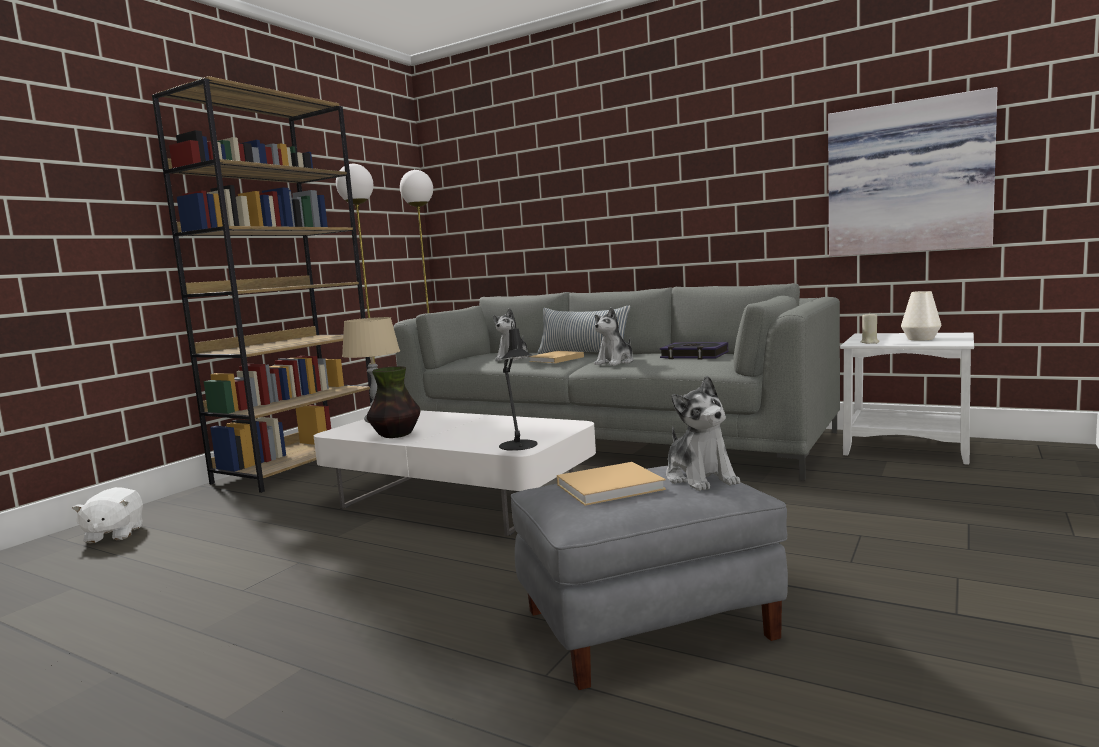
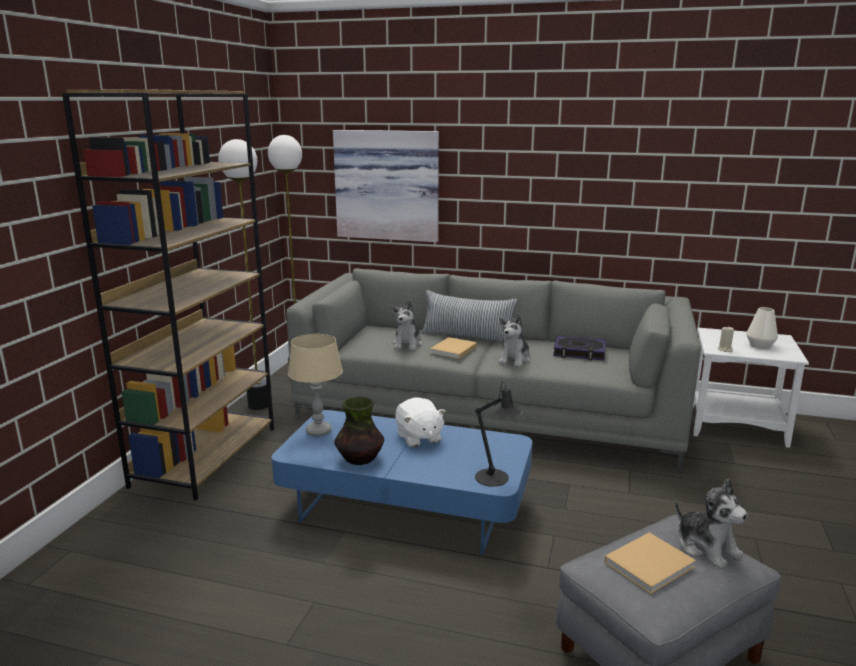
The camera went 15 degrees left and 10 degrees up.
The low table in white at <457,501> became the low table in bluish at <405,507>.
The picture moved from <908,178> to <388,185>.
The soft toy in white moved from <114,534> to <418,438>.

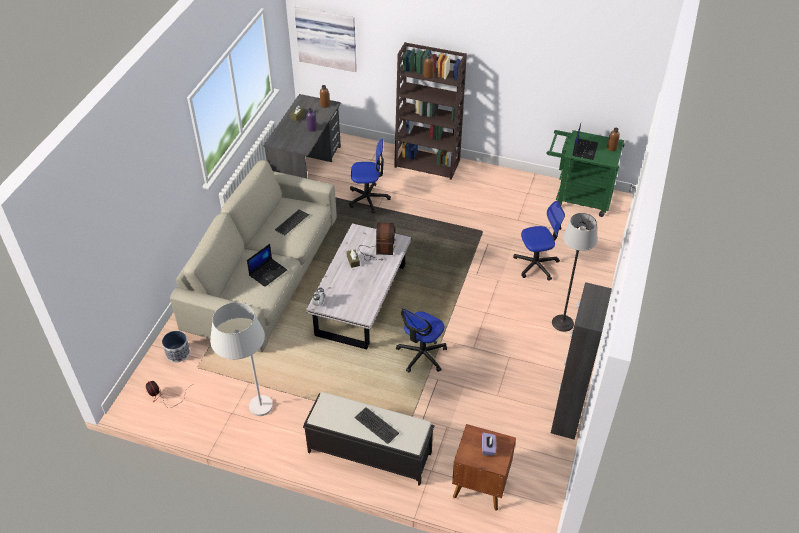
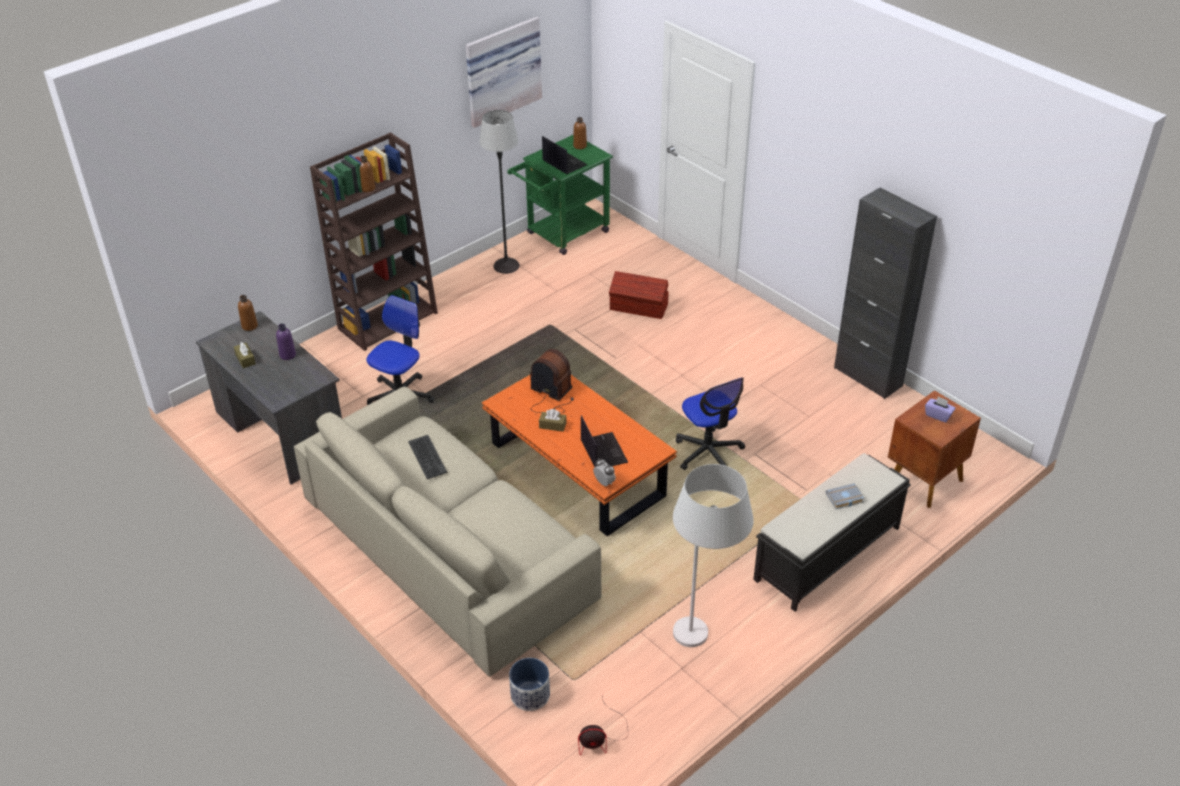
The camera went 60 degrees left and 5 degrees down.
The picture moved from <327,38> to <501,70>.
The standard lamp moved from <563,323> to <506,265>.
The low table in white at <362,299> became the low table in orange-coloured at <577,469>.
The portable computer moved from <268,272> to <603,451>.
The computer chair at <536,264> was replaced by the storage bin in brown-coloured at <639,307>.
The computer keyboard at <376,425> was replaced by the book in greyish at <844,499>.

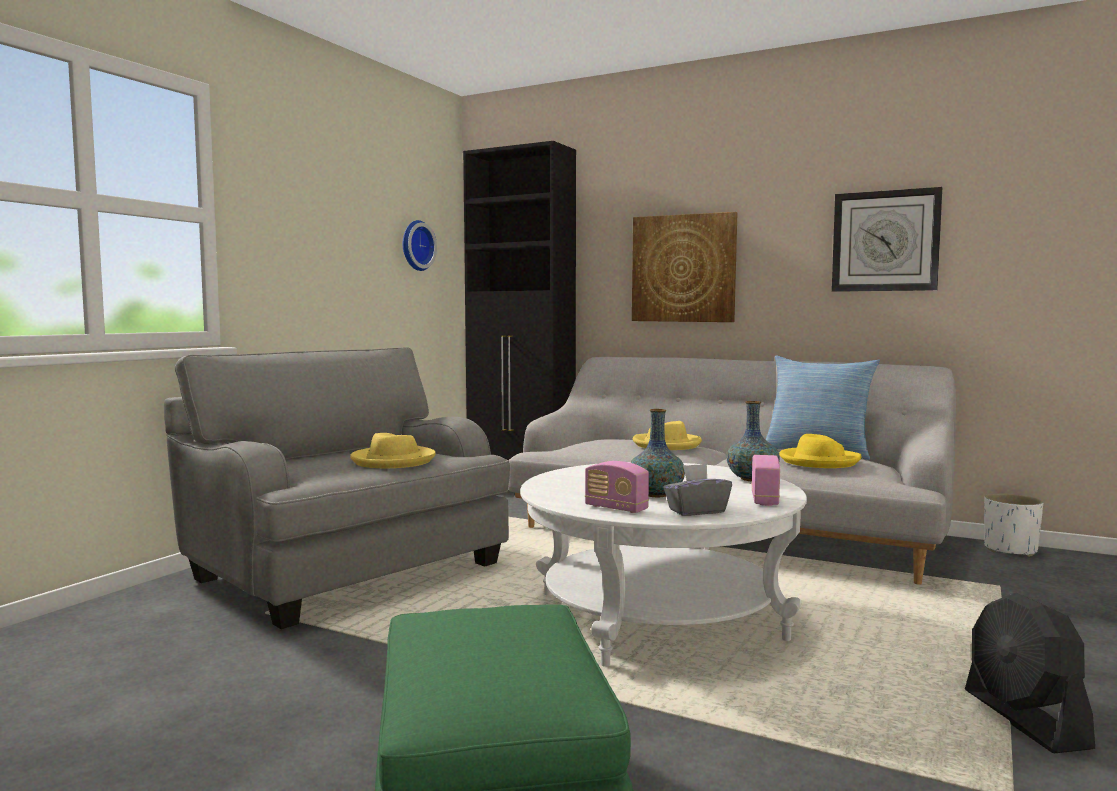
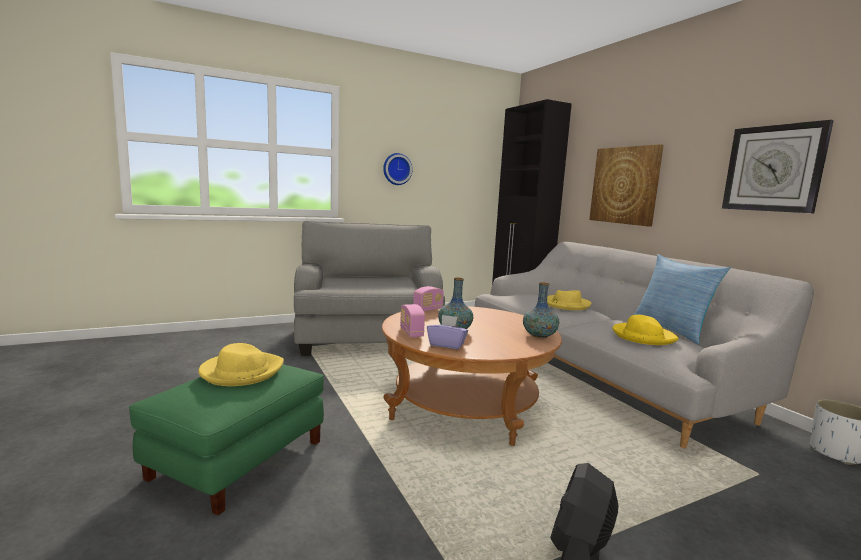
The camera went 35 degrees right and 5 degrees up.
The hat in yellow-coloured moved from <393,461> to <241,371>.
The low table in white at <658,617> became the low table in brown-coloured at <465,406>.
The clock on the wall moved from <415,245> to <396,169>.
The radio receiver moved from <765,500> to <428,310>.
The tissue holder in greyish at <696,511> became the tissue holder in purple-coloured at <447,344>.

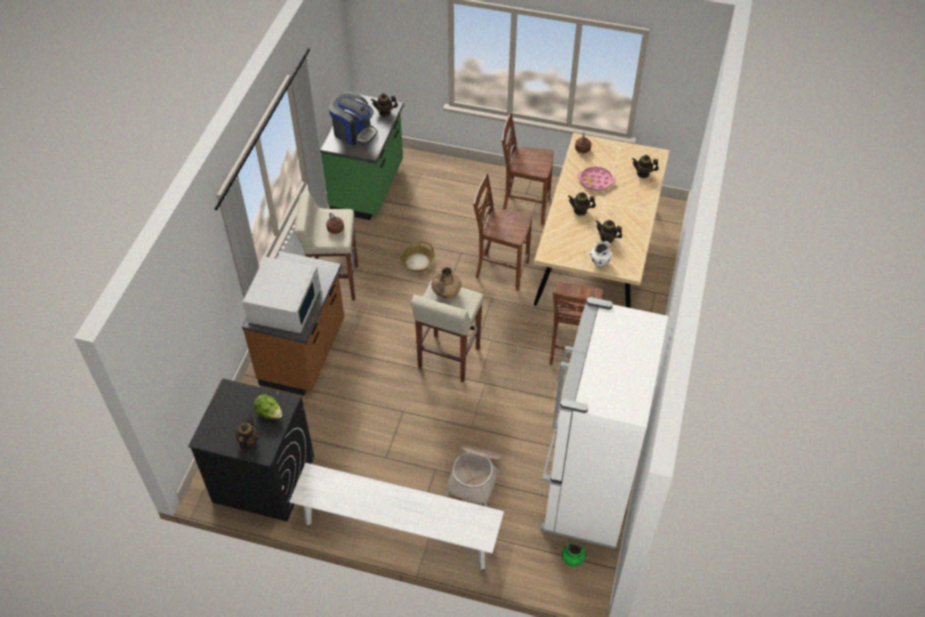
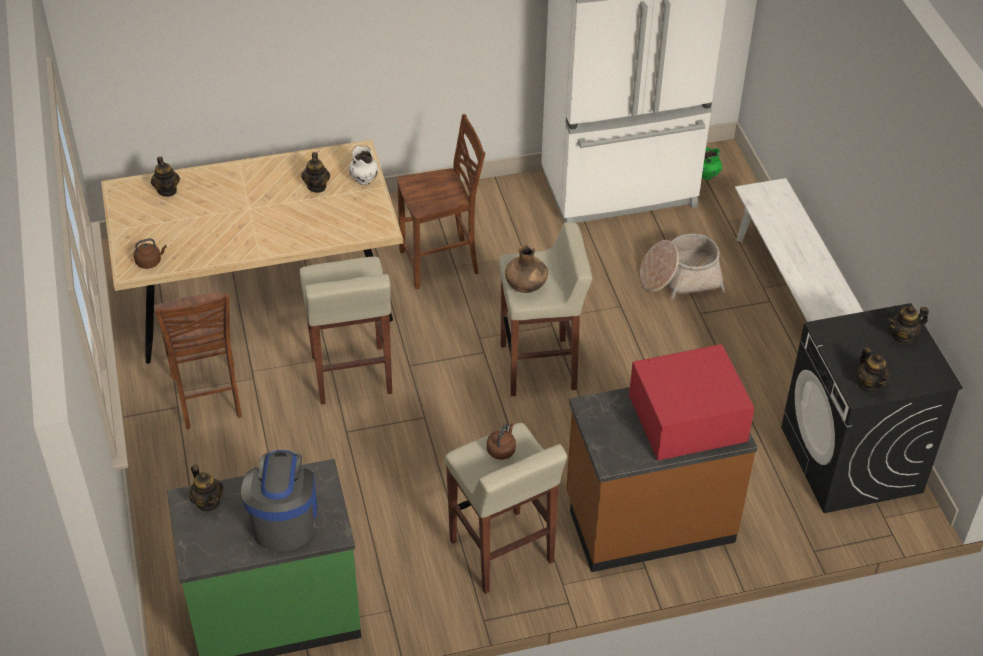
The camera went 120 degrees left and 5 degrees down.
The upright chair in brown-coloured at <500,270> was replaced by the stool in beige-coloured at <351,376>.
The microwave in white at <285,305> became the microwave in red at <686,420>.
The pot for tea moved from <580,211> to <870,384>.
The lettuce at <269,413> disappeared.
The household basket at <417,262> disappeared.
The carrying tray in pink at <596,181> disappeared.

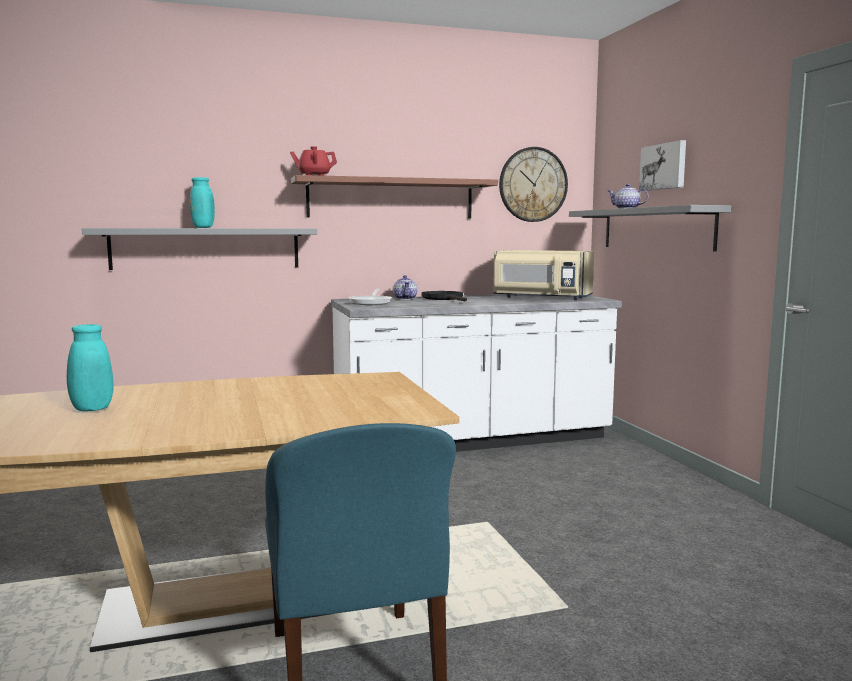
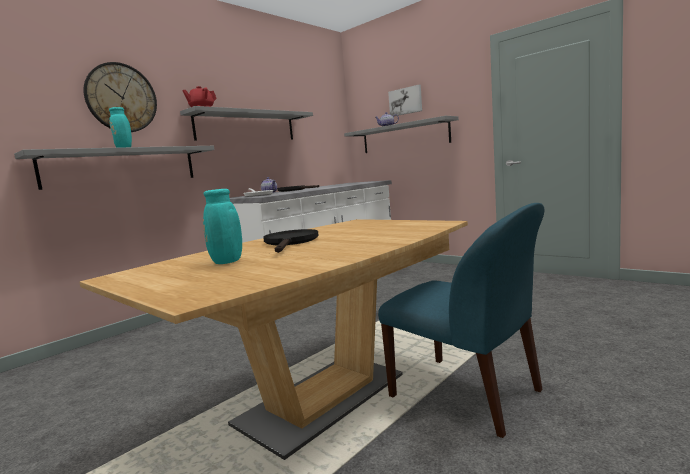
The camera went 30 degrees left and 0 degrees up.
The clock on the wall moved from <533,184> to <121,98>.
The wall shelf in brown-coloured at <391,199> became the wall shelf in greyish at <246,126>.
The pan in black at <290,242> appeared.
The microwave in beige-coloured at <540,298> disappeared.

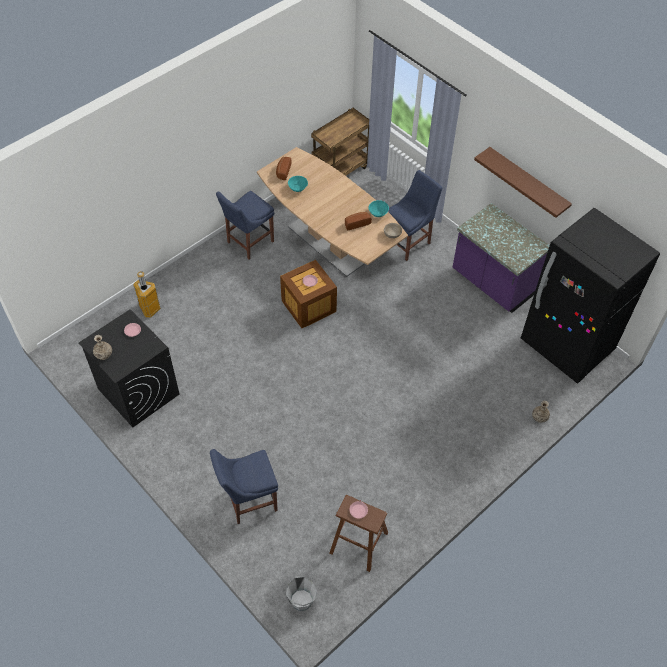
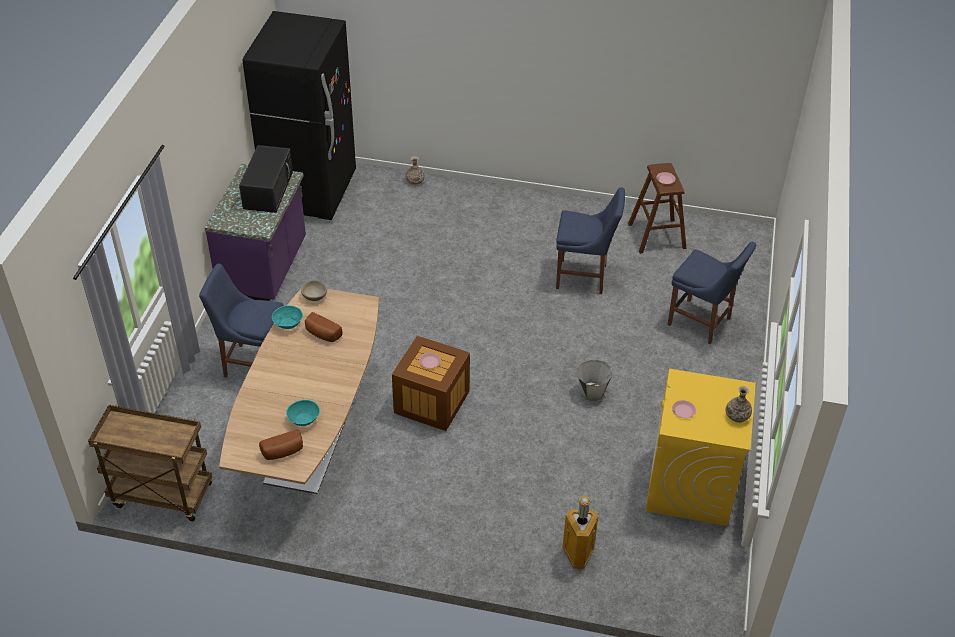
The camera went 125 degrees left and 10 degrees down.
The microwave in black at <268,189> appeared.
The upright chair in bluish moved from <248,243> to <584,277>.
The pail in greyish moved from <301,600> to <592,392>.
The laundry machine in black at <138,391> became the laundry machine in yellow-coloured at <690,485>.
The wall shelf in brown-coloured at <528,181> disappeared.

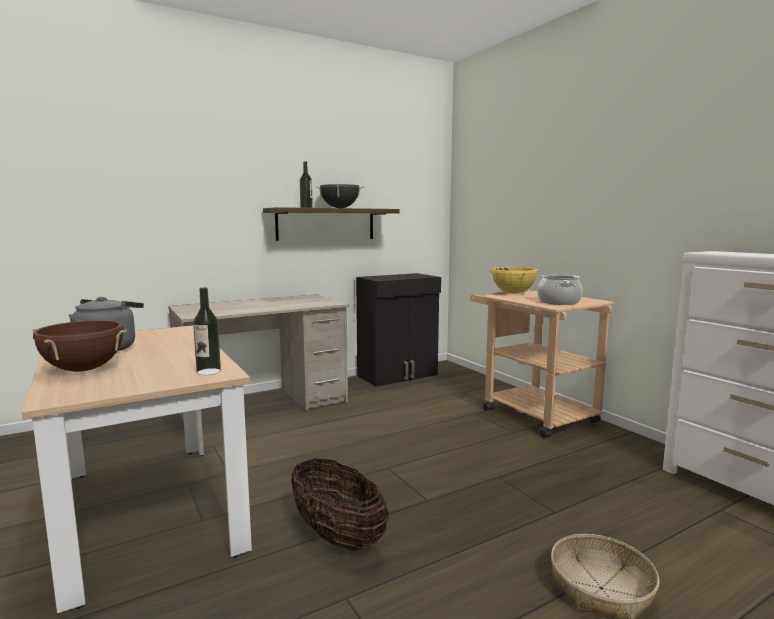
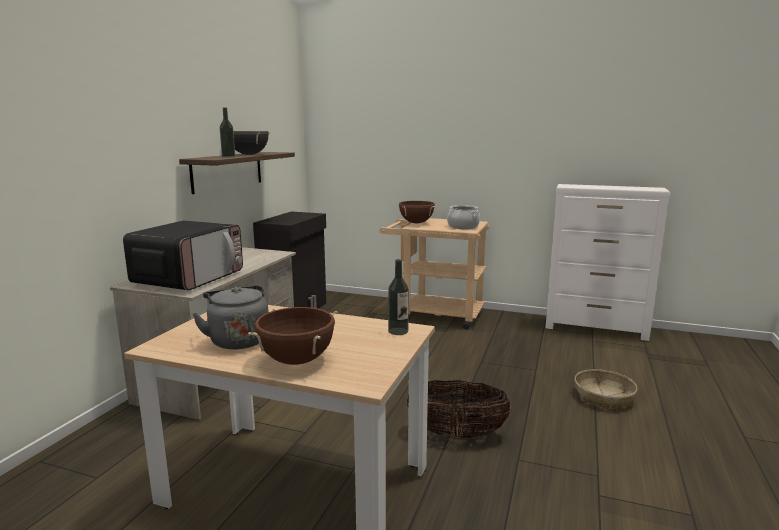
The camera went 40 degrees left and 5 degrees up.
The microwave at <189,278> appeared.
The cooking pot in yellow-coloured at <513,293> became the cooking pot in brown-coloured at <416,223>.

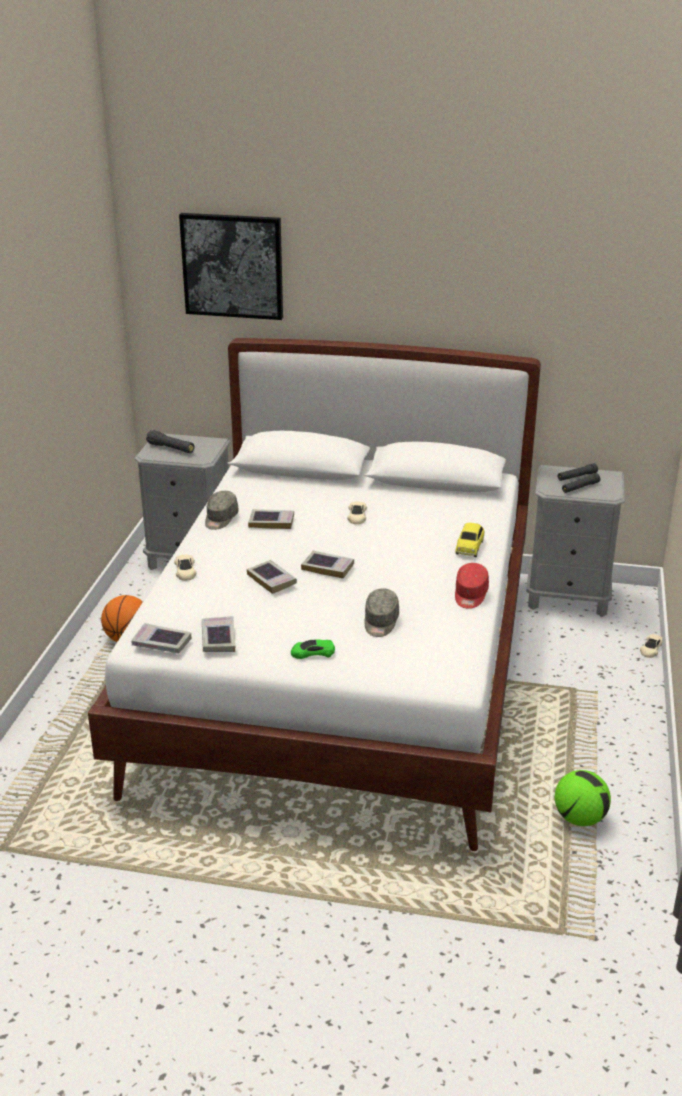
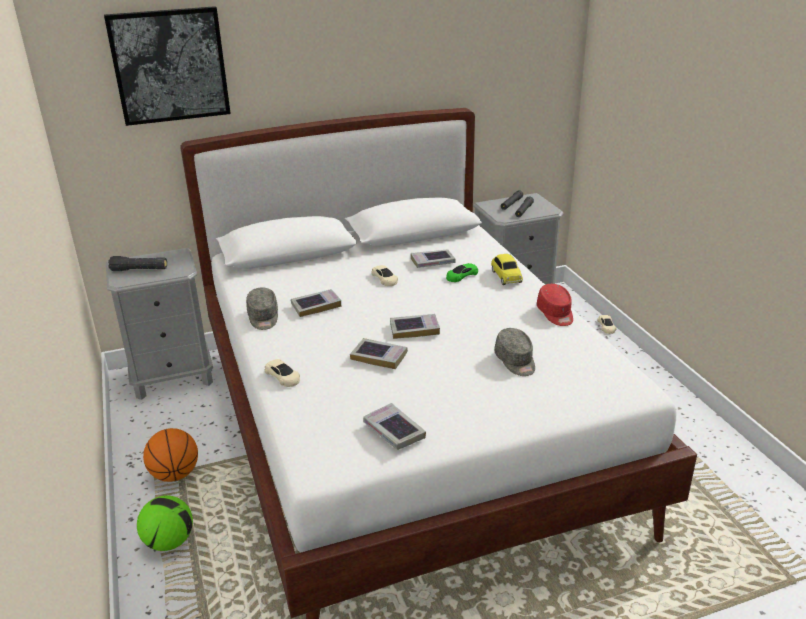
The camera went 30 degrees left and 0 degrees up.
The football moved from <580,818> to <169,542>.
The book moved from <161,643> to <432,262>.
The miniature car in green moved from <312,652> to <461,275>.

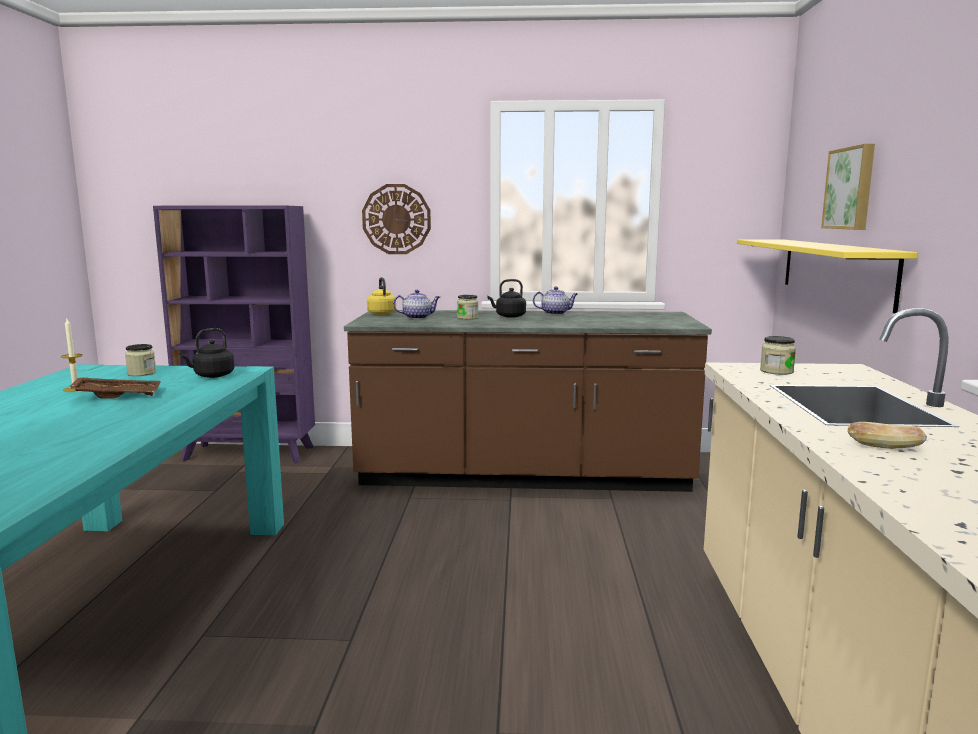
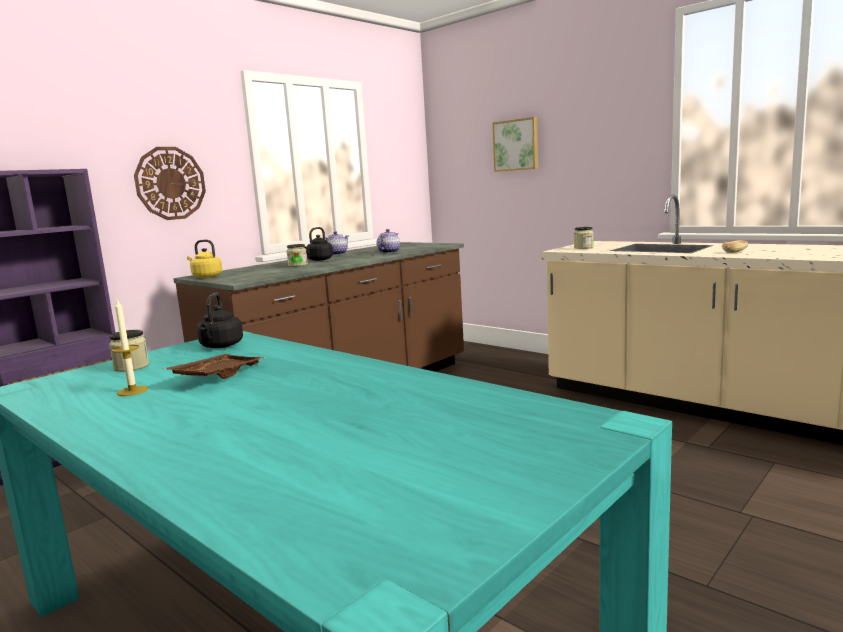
The camera went 50 degrees left and 0 degrees up.
The pot for tea moved from <418,317> to <389,252>.
The wall shelf in yellow-coloured at <834,270> disappeared.

